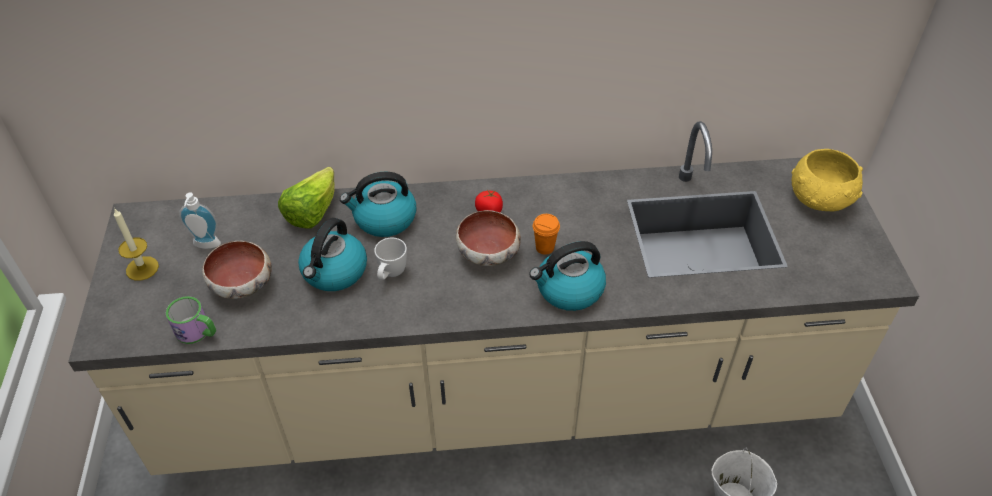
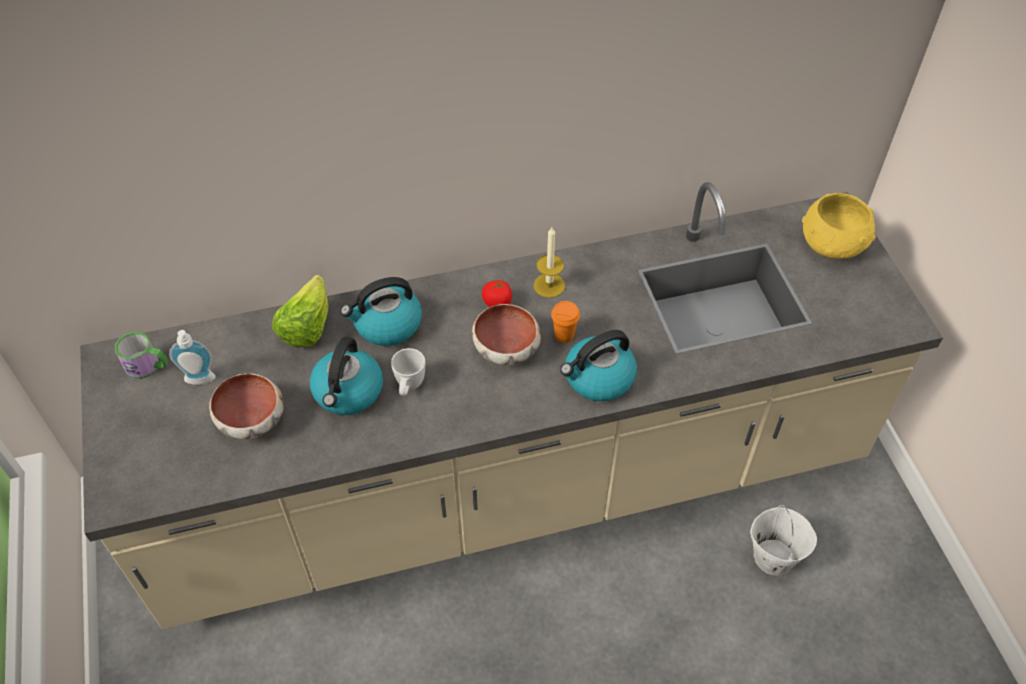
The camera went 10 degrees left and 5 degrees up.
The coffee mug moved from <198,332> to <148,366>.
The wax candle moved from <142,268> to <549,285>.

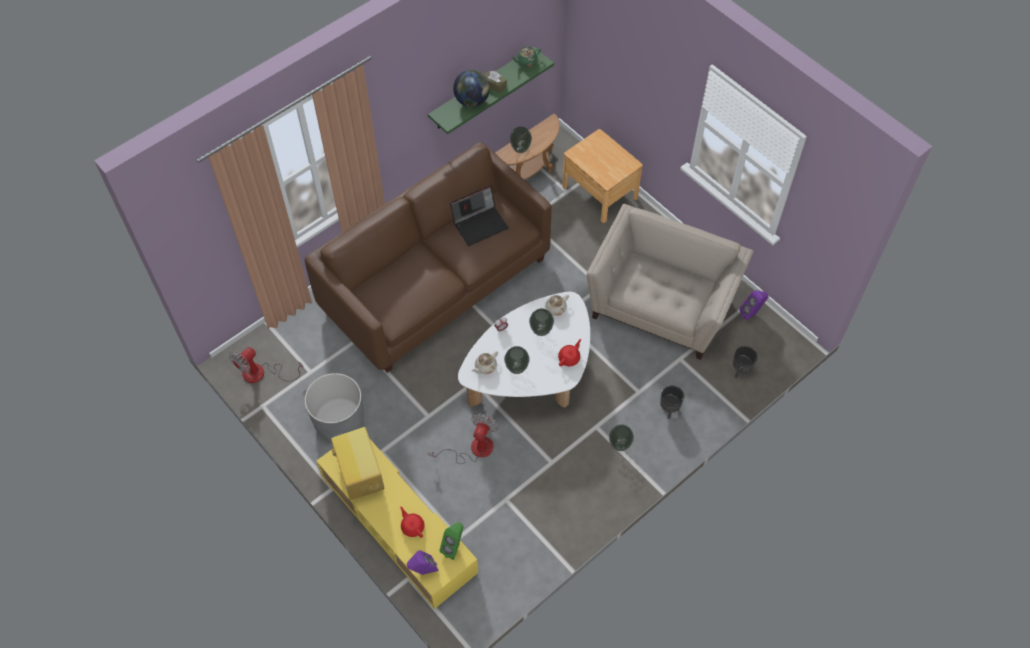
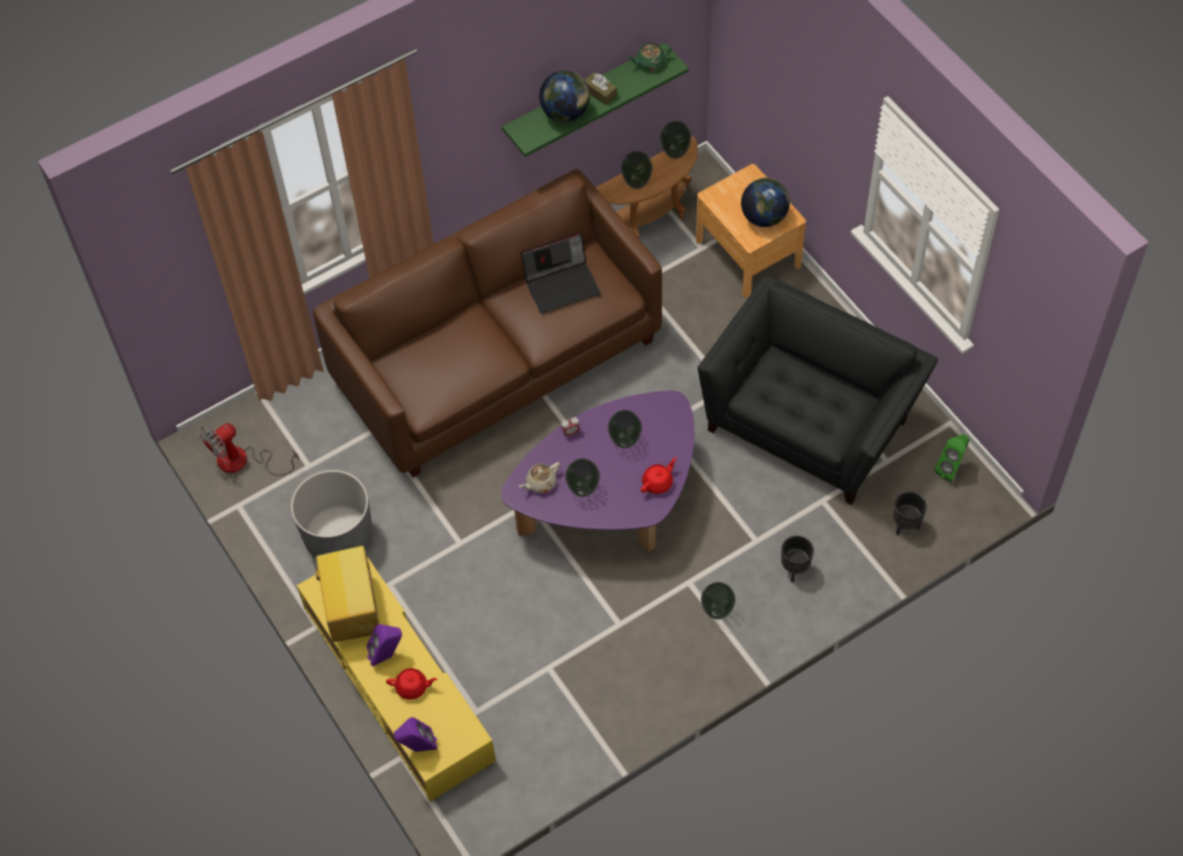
The camera went 10 degrees right and 0 degrees up.
The loudspeaker in purple-coloured moved from <751,313> to <387,655>.
The pot for tea in red at <412,526> turned 120 degrees clockwise.
The low table in white at <531,375> became the low table in purple-coloured at <610,501>.
The flower vase at <675,153> appeared.
The lounge chair in beige-coloured at <662,304> became the lounge chair in black at <811,421>.
The world globe at <764,217> appeared.
The loudspeaker in green moved from <454,547> to <951,468>.
The electric fan at <473,449> disappeared.
The pot for tea in beige-coloured at <555,309> disappeared.

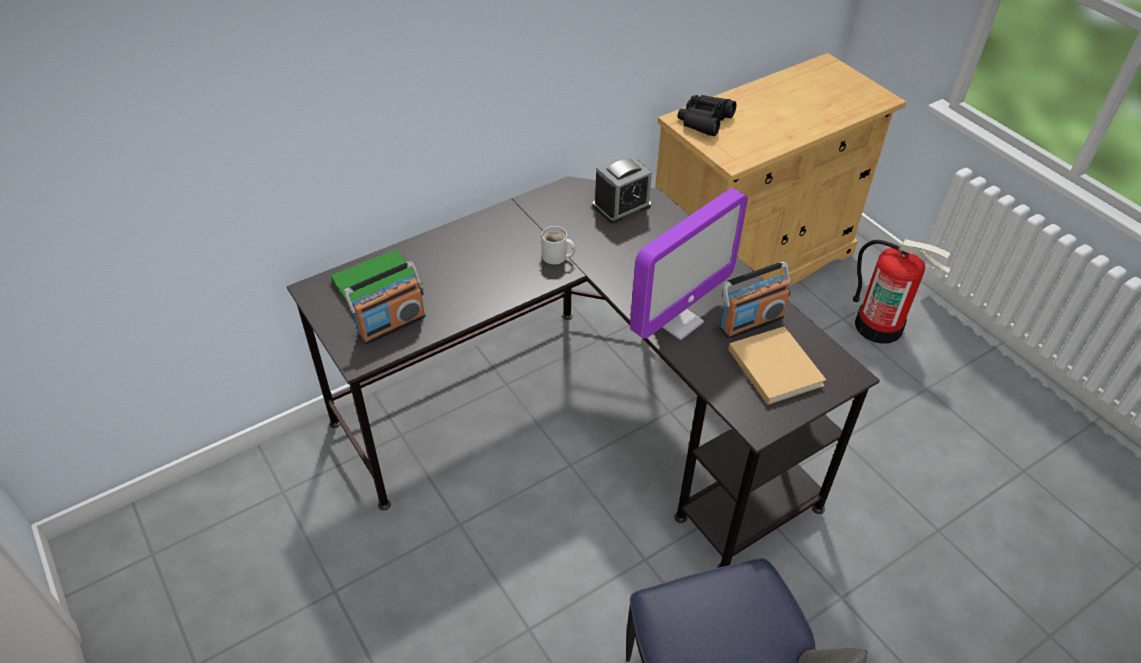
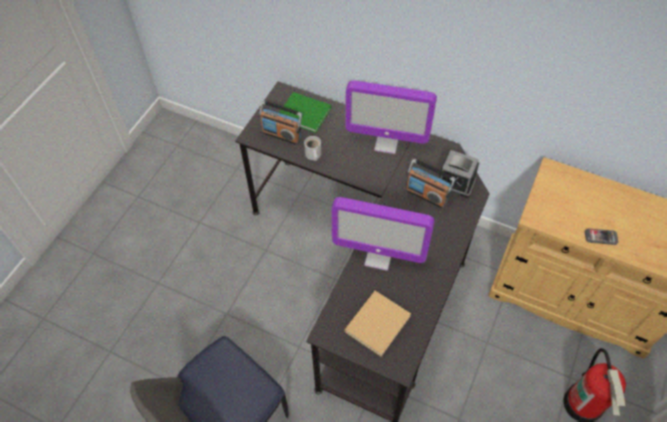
The camera went 60 degrees right and 10 degrees up.
The coffee mug in white moved from <556,257> to <313,155>.
The monitor at <386,143> appeared.
The radio receiver moved from <750,322> to <426,195>.
The phone at <600,237> appeared.
The field glasses in black at <705,121> disappeared.

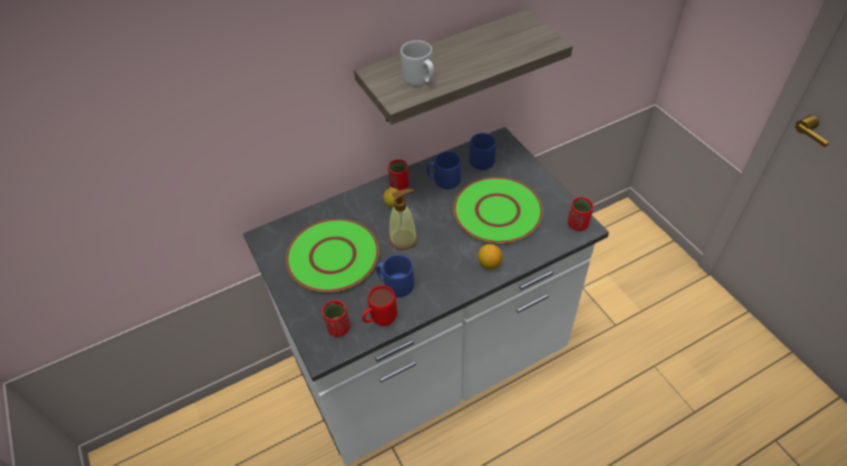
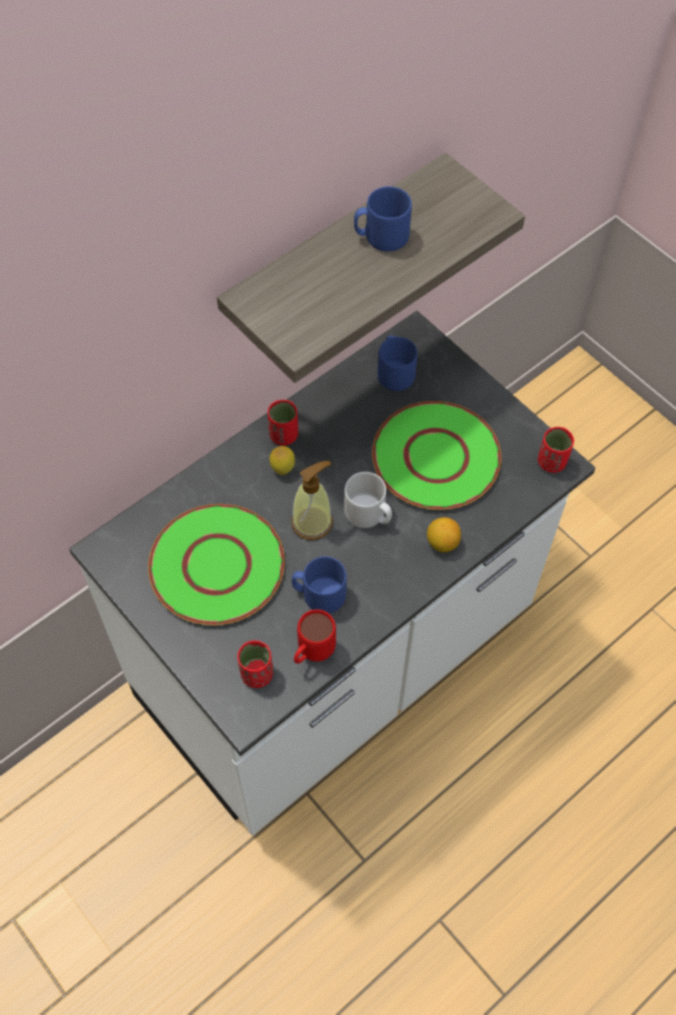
The camera went 15 degrees left and 10 degrees up.
The coffee mug in greyish moved from <420,79> to <368,514>.
The coffee mug in bluish moved from <444,180> to <381,237>.

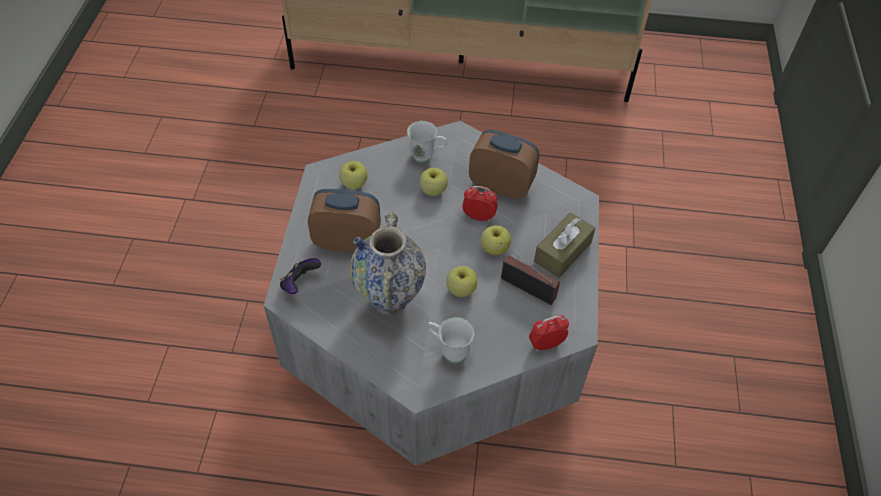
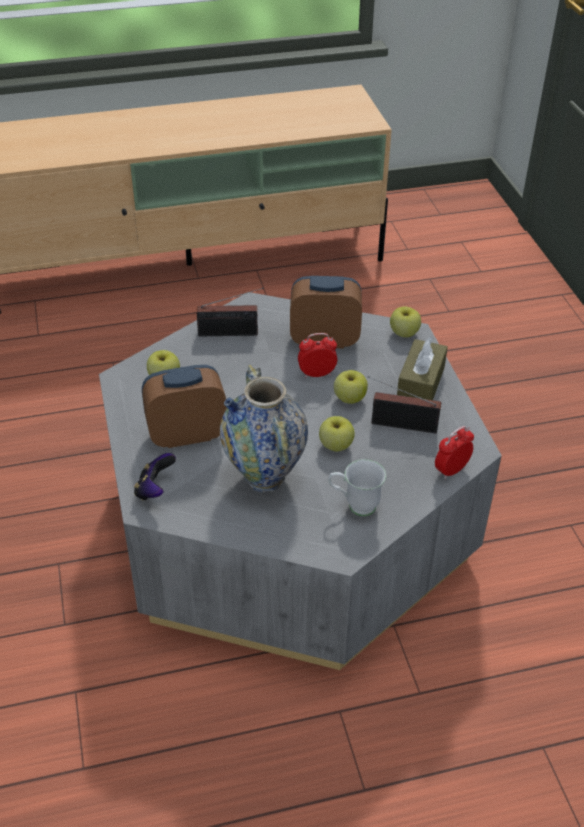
The camera went 20 degrees left and 10 degrees down.
The coffee mug in white at <427,157> was replaced by the radio receiver at <231,333>.
The apple fruit moved from <433,190> to <404,333>.

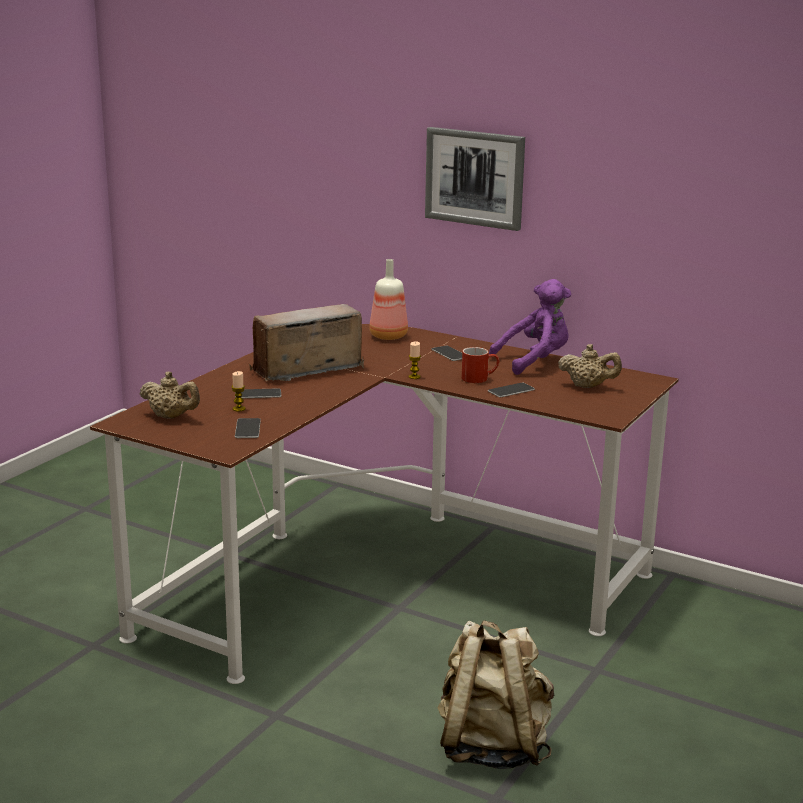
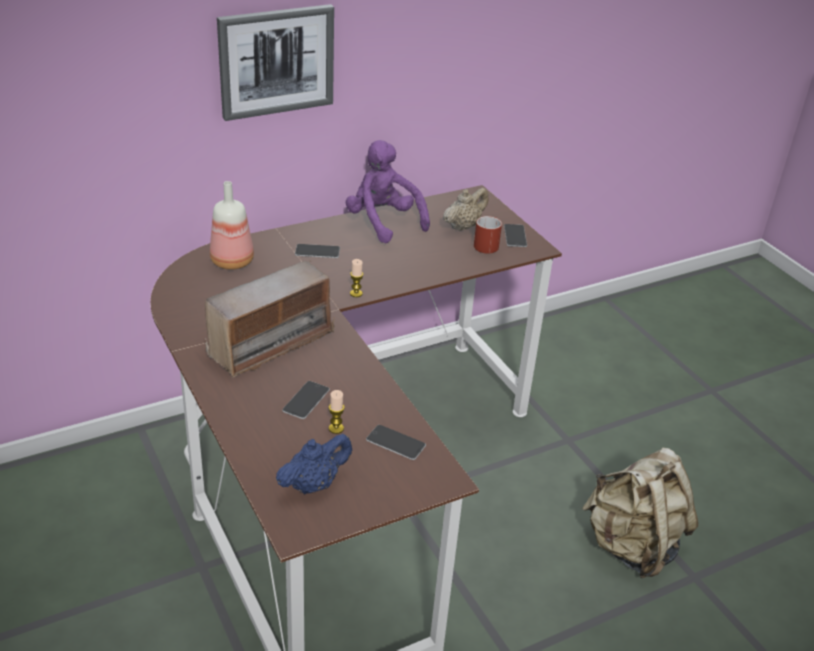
The camera went 60 degrees left and 15 degrees up.
The radio receiver at <307,370> turned 135 degrees counterclockwise.
The pot for tea in beige-coloured at <171,417> became the pot for tea in bluish at <314,484>.
The soft toy in purple-coloured at <535,361> turned 45 degrees counterclockwise.
The coffee mug in red moved from <479,378> to <487,244>.
The phone moved from <511,390> to <515,236>.

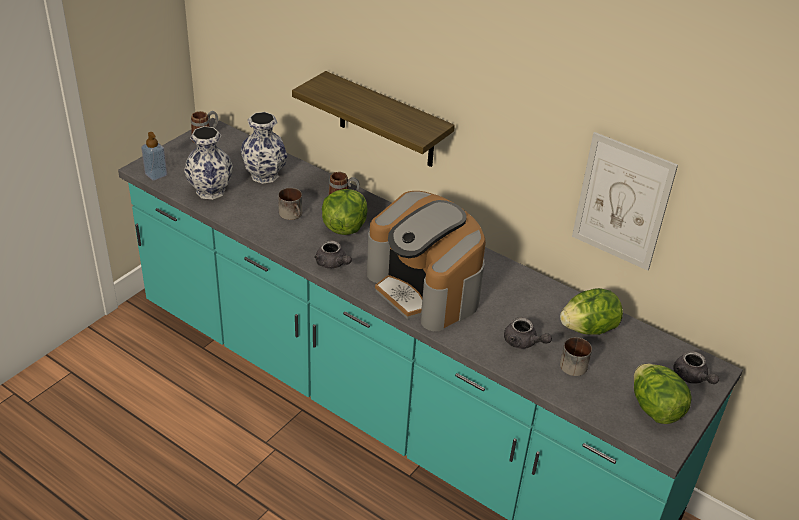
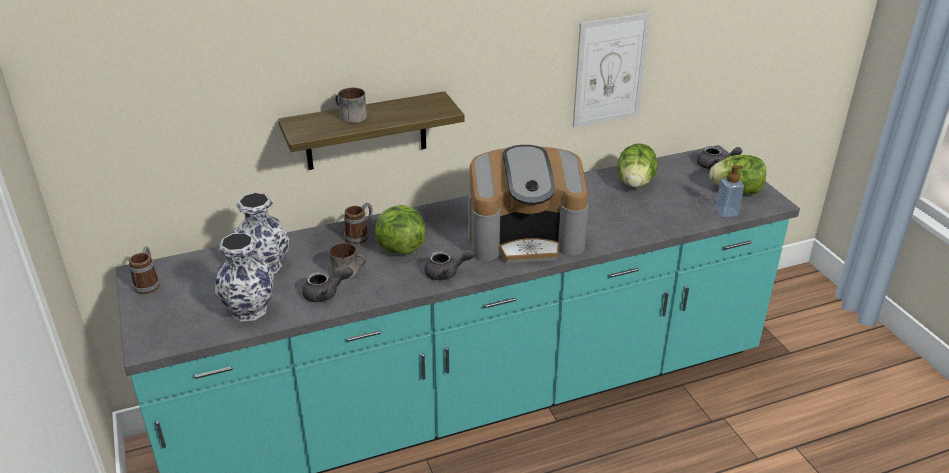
The camera went 55 degrees left and 5 degrees down.
The pot for tea in greyish moved from <523,343> to <326,294>.
The coffee mug moved from <571,363> to <349,116>.
The liquid soap bottle moved from <156,175> to <726,212>.

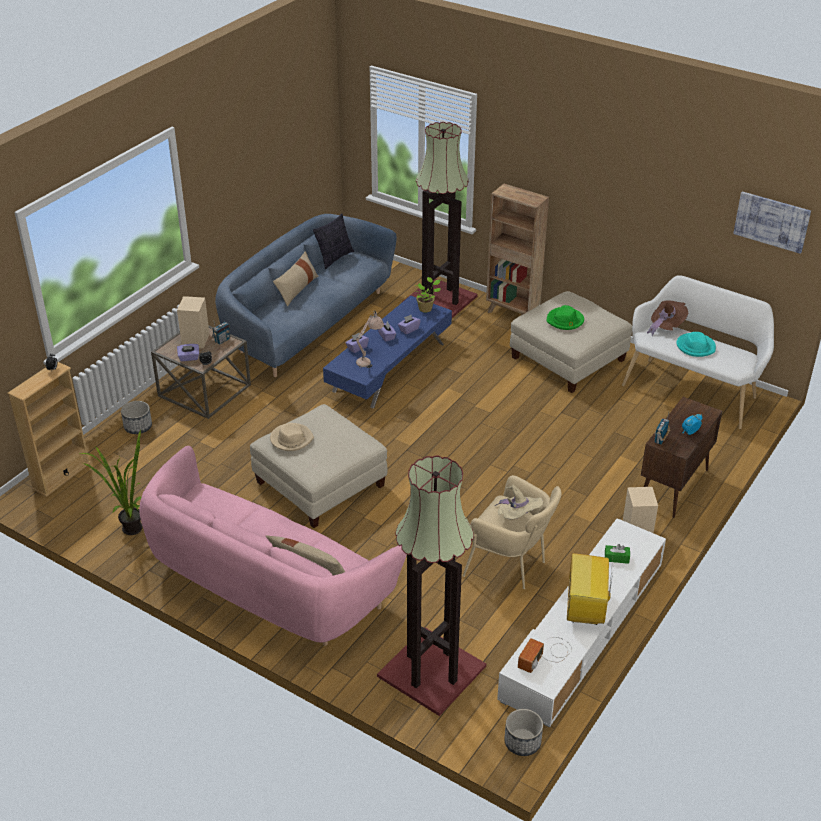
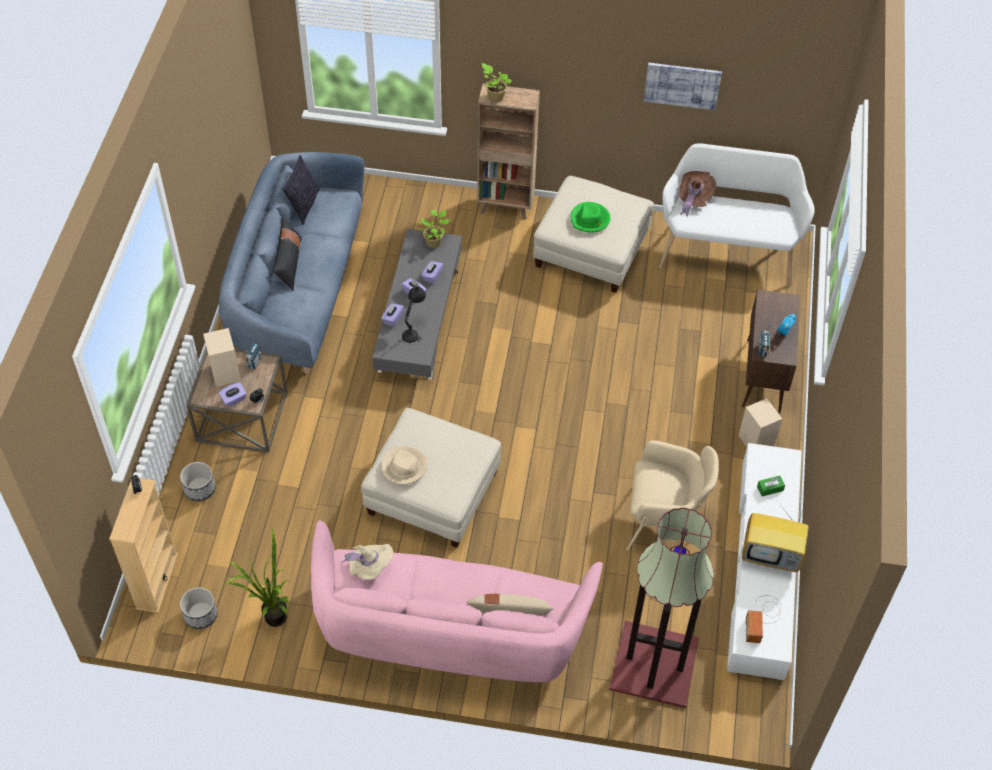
The camera went 25 degrees left and 15 degrees up.
The planter moved from <522,742> to <201,615>.
The cushion in beige-coloured at <297,289> became the cushion in black at <289,263>.
The hat in beige-coloured moved from <518,517> to <370,568>.
The low table in bluish at <389,366> became the low table in greyish at <418,319>.
The tabletop lamp in beige-coloured at <369,359> became the tabletop lamp in black at <414,330>.
The houseplant at <495,97> appeared.
The picture moved from <772,221> to <682,85>.
The television at <586,609> turned 60 degrees counterclockwise.
The standard lamp at <441,300> disappeared.
The hat in turquoise at <695,346> disappeared.

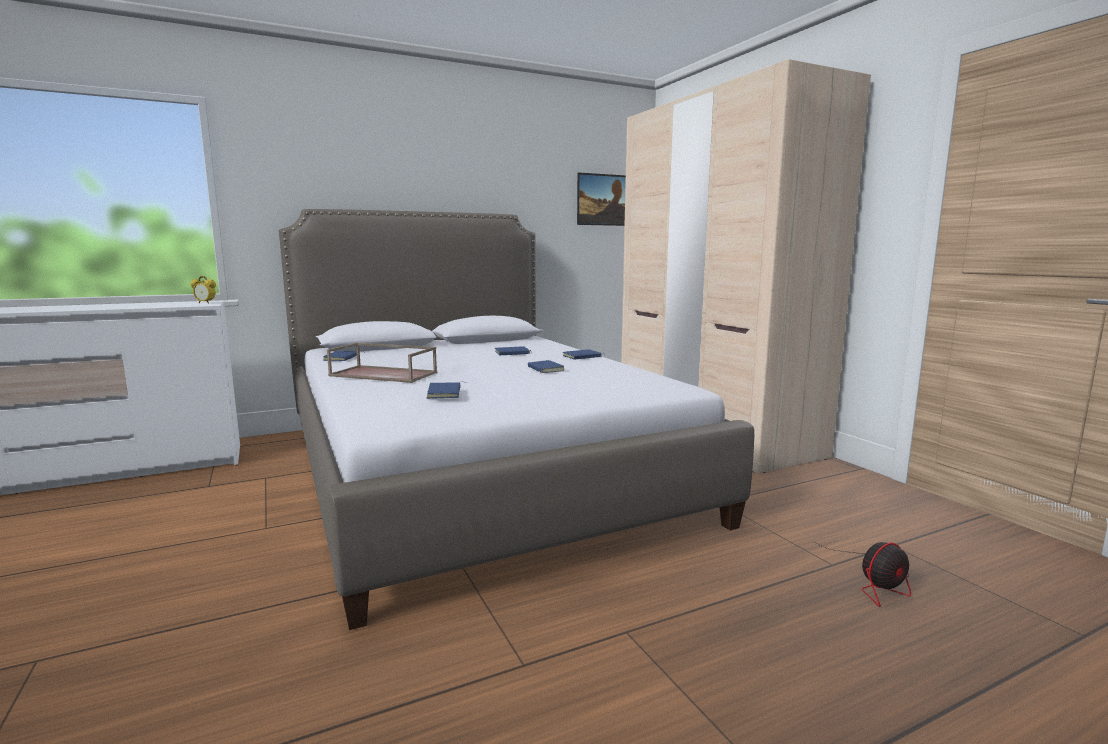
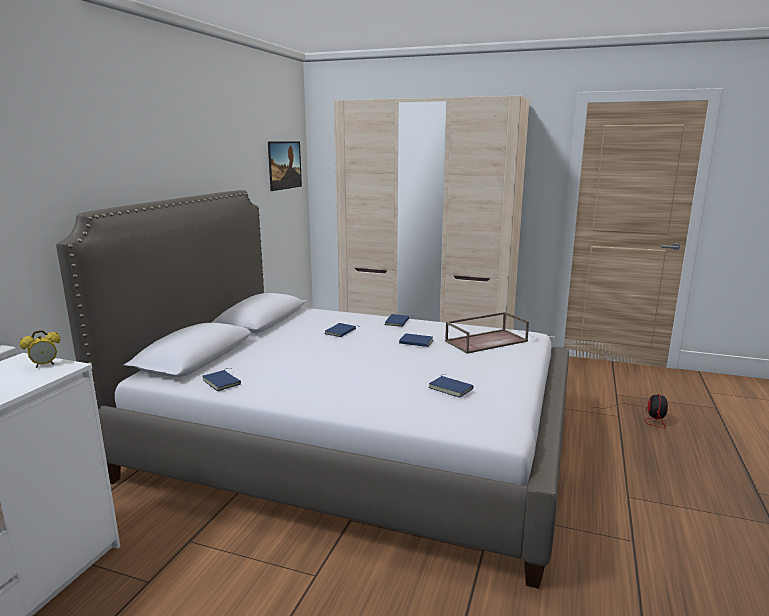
The camera went 45 degrees left and 5 degrees up.
The carrying tray in brown-coloured moved from <385,374> to <486,341>.

